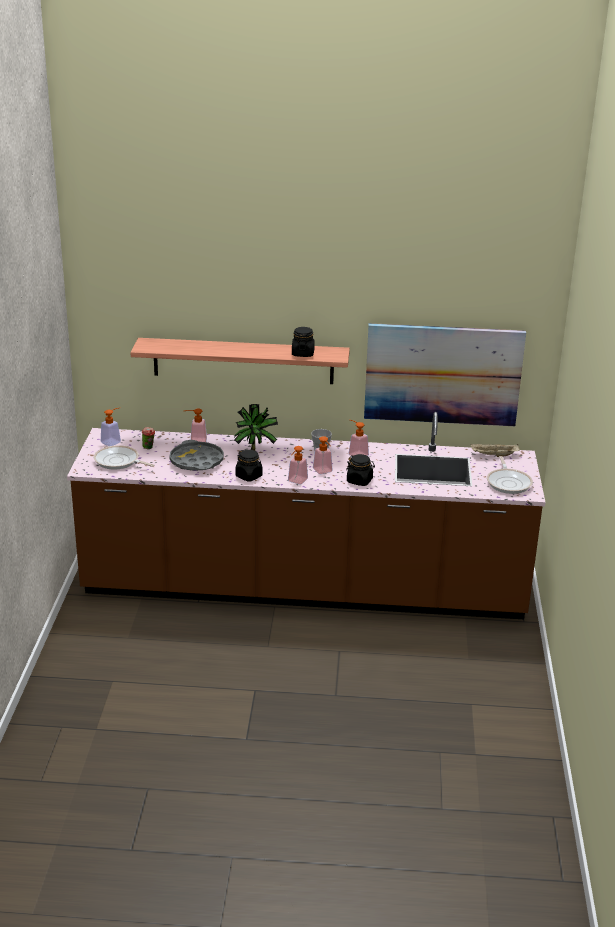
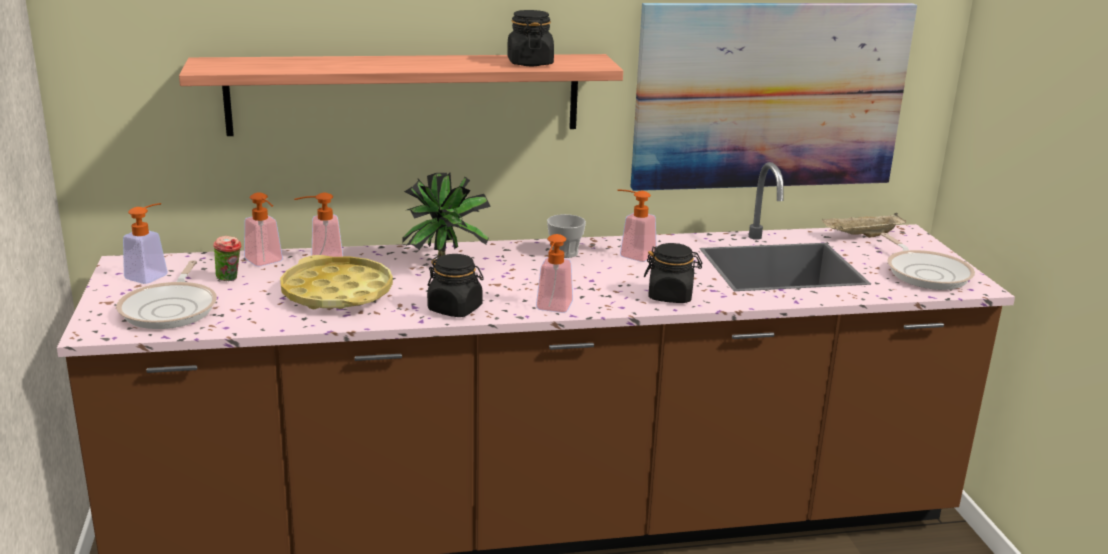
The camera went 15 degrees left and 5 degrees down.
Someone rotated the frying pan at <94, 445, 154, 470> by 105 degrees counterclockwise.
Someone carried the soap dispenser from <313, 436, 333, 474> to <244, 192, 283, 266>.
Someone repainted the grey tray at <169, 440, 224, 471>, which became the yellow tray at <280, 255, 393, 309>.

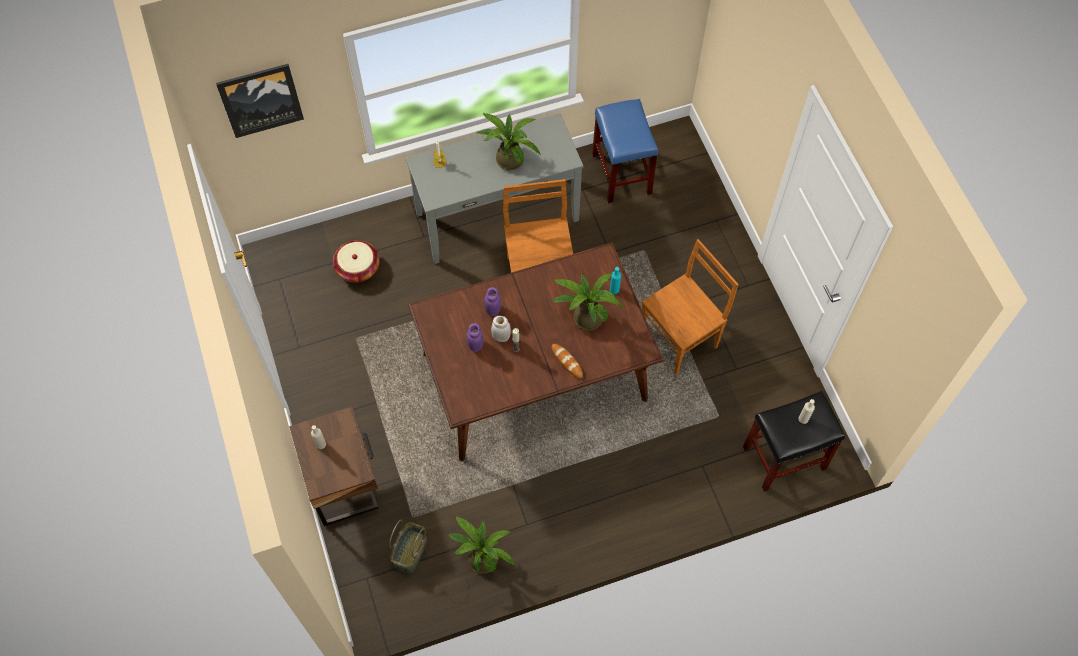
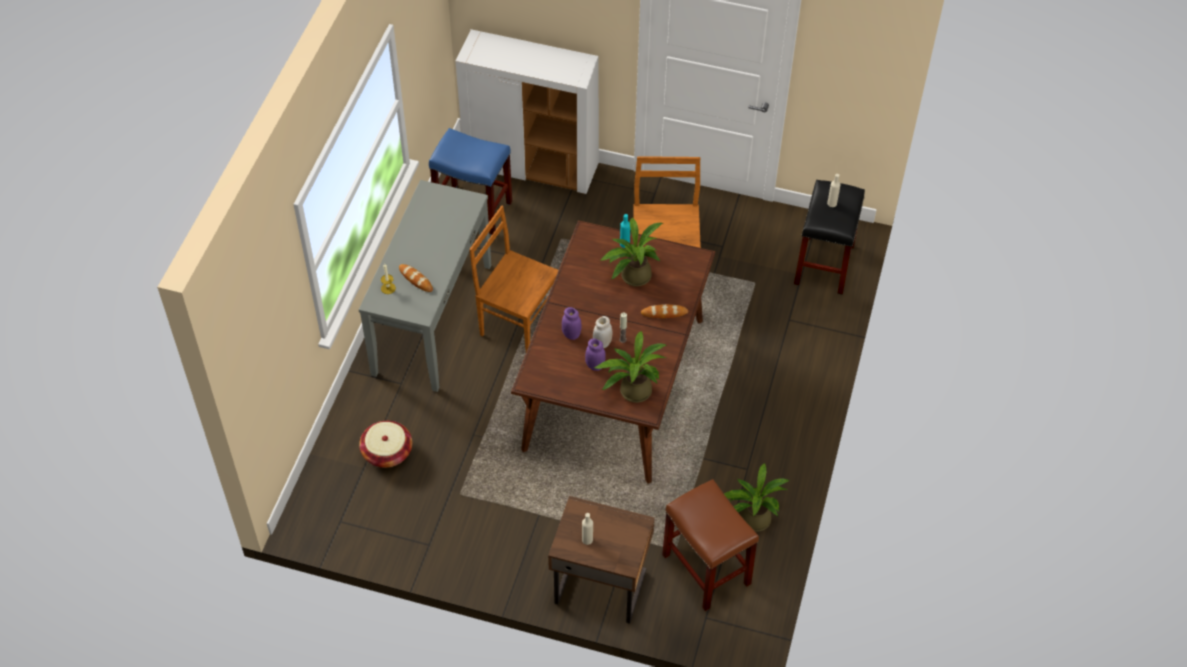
The camera went 55 degrees left and 10 degrees down.
Someone put down the bread at <399, 264, 433, 292>.
Someone put down the white cabinet at <455, 29, 599, 194>.
Someone carried the potted plant from <477, 112, 541, 170> to <593, 331, 667, 403>.
Someone swapped the basket at <389, 520, 427, 574> for the brown stool at <662, 479, 759, 611>.
Someone took away the picture at <216, 64, 304, 138>.

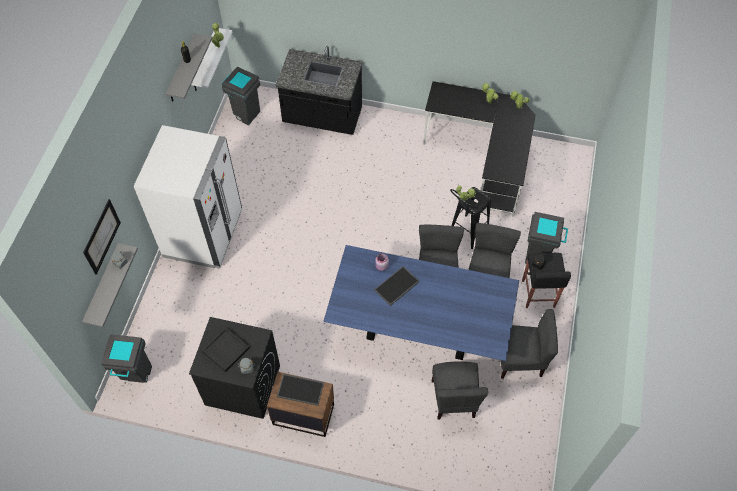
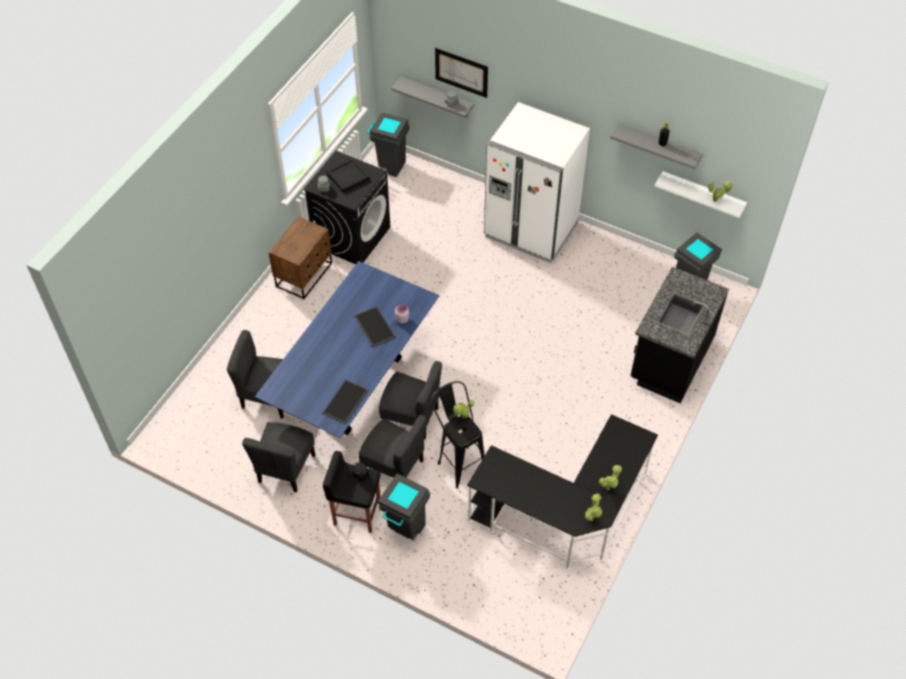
The camera went 105 degrees right and 5 degrees down.
Someone carried the tray from <277, 374, 324, 406> to <322, 379, 368, 424>.

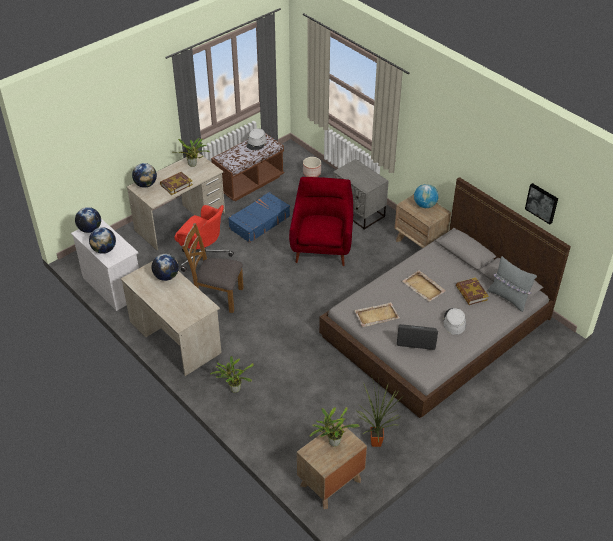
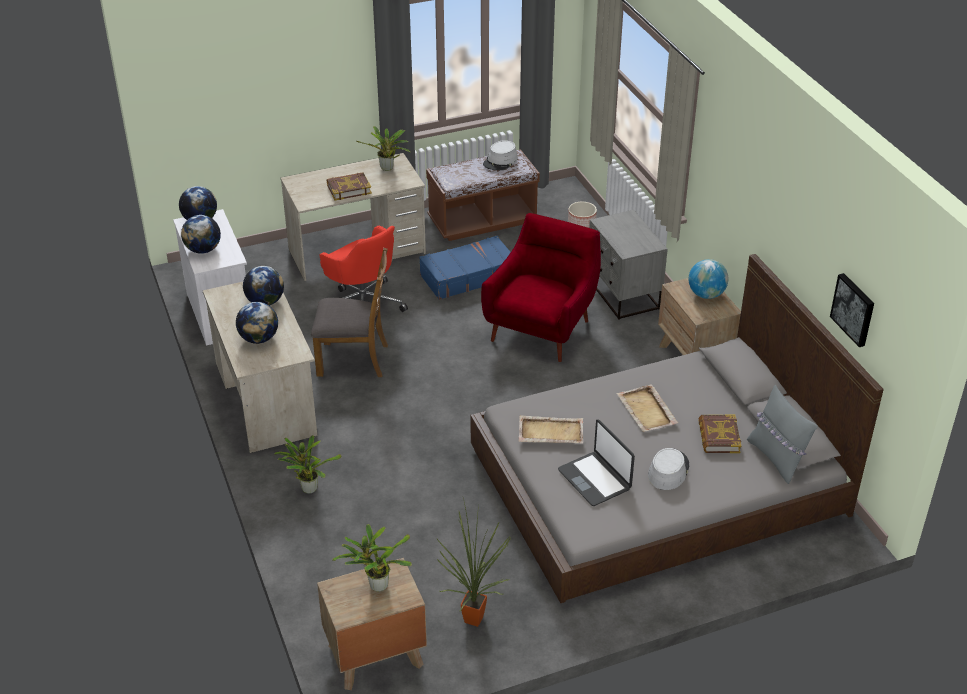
The camera went 20 degrees right and 5 degrees down.
Someone carried the globe from <132, 163, 157, 188> to <236, 302, 278, 344>.
Someone rotated the brown chair at <182, 223, 244, 313> by 150 degrees clockwise.
Someone rotated the laptop at <397, 324, 438, 350> by 150 degrees counterclockwise.

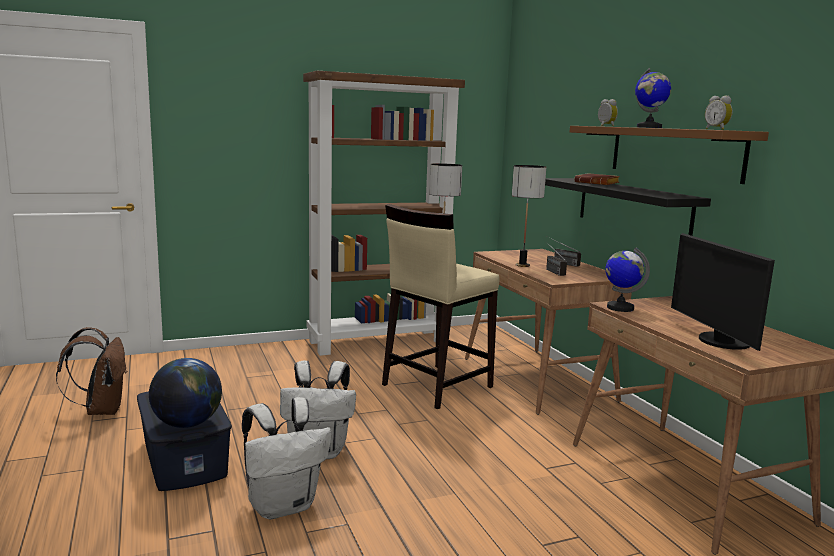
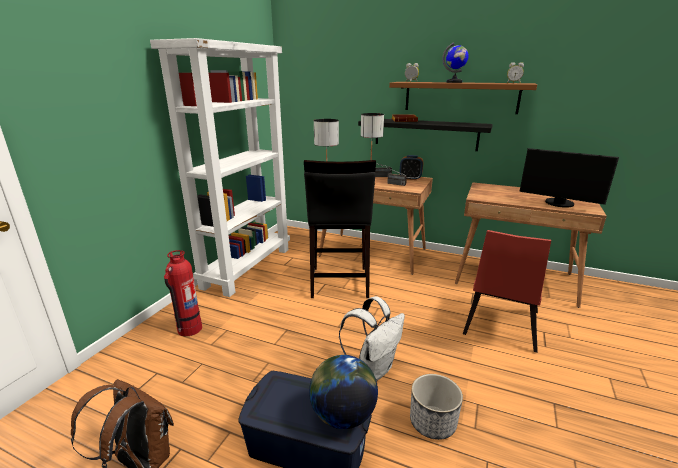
The camera went 45 degrees left and 10 degrees up.
Someone repainted the brown bookcase at <303, 71, 465, 356>, which became the white bookcase at <150, 38, 290, 297>.
Someone put down the fire extinguisher at <164, 250, 202, 336>.
Someone repainted the beige stool at <382, 204, 500, 409>, which became the black stool at <304, 160, 376, 298>.
Someone put down the alarm clock at <400, 155, 423, 180>.
Someone swapped the white backpack at <242, 397, 331, 519> for the planter at <410, 374, 463, 440>.
Someone put down the red chair at <463, 230, 551, 352>.
Someone took away the globe at <605, 248, 650, 312>.

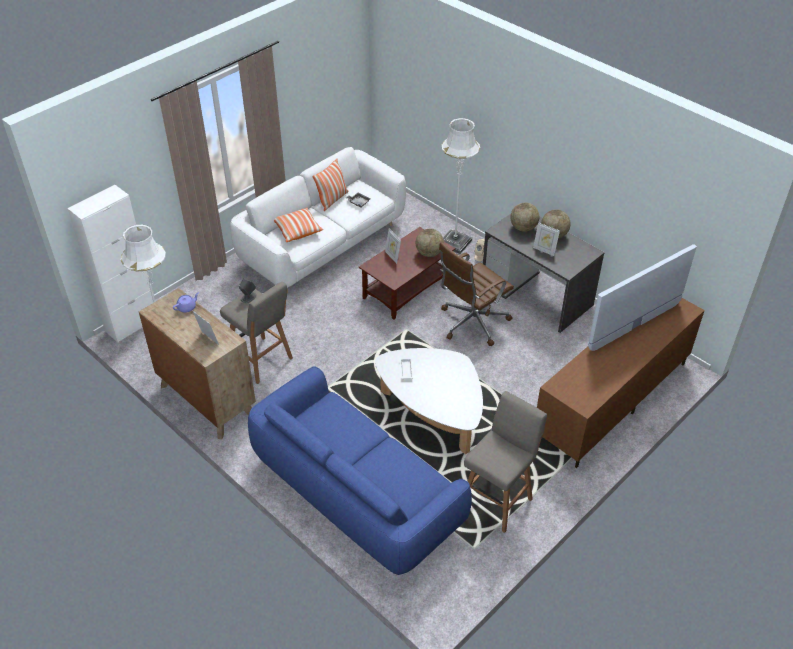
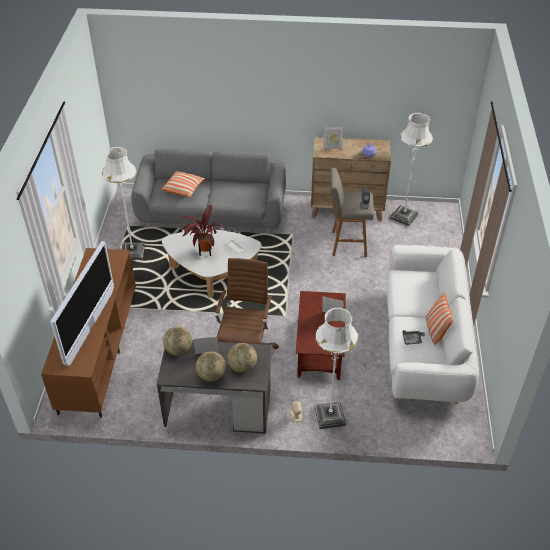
The camera went 140 degrees right and 0 degrees up.
Someone swapped the grey stool at <464, 391, 547, 533> for the white floor lamp at <102, 147, 145, 260>.
Someone repainted the blue sofa at <248, 367, 472, 575>, which became the grey sofa at <131, 149, 286, 233>.
Someone carried the pillow from <274, 208, 323, 242> to <162, 171, 205, 197>.
Someone carried the globe from <416, 229, 444, 257> to <163, 326, 192, 356>.
Someone put down the potted plant at <181, 205, 225, 256>.
Someone took away the white cabinet at <67, 185, 154, 343>.

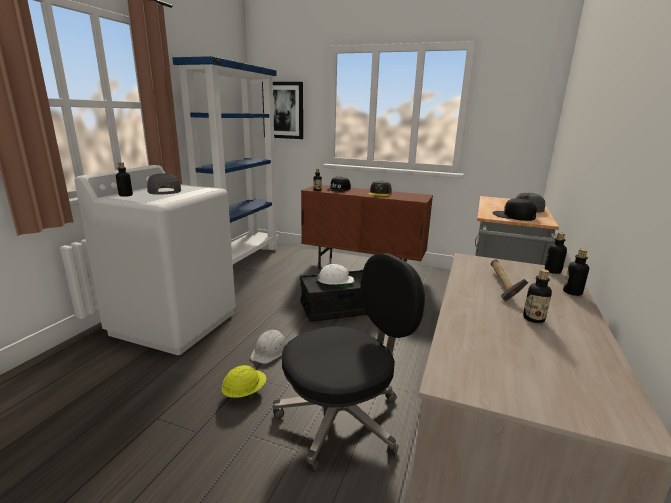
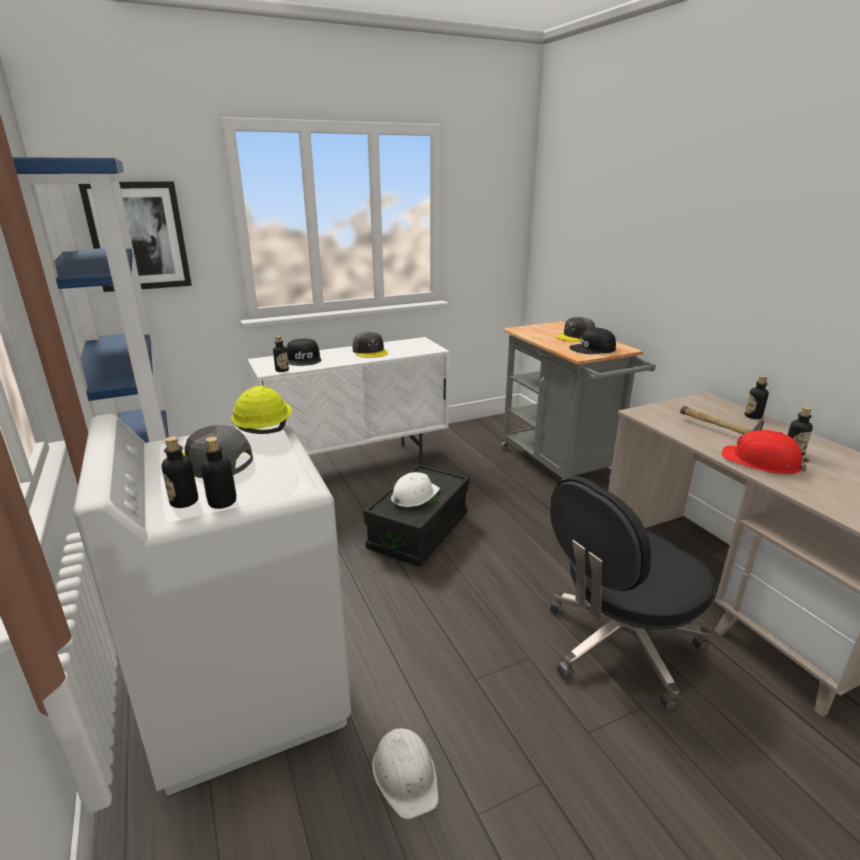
The camera went 45 degrees left and 5 degrees up.
Someone carried the bottle from <545, 232, 567, 274> to <201, 437, 237, 509>.
Someone carried the yellow hard hat from <221, 365, 266, 399> to <231, 386, 292, 434>.
Someone repainted the brown cabinet at <301, 185, 433, 269>, which became the white cabinet at <247, 337, 450, 465>.
Someone carried the white hard hat from <250, 330, 286, 364> to <372, 728, 439, 819>.
Someone rotated the black office chair at <273, 253, 425, 472> by 135 degrees counterclockwise.
Someone put down the red hard hat at <722, 430, 810, 475>.

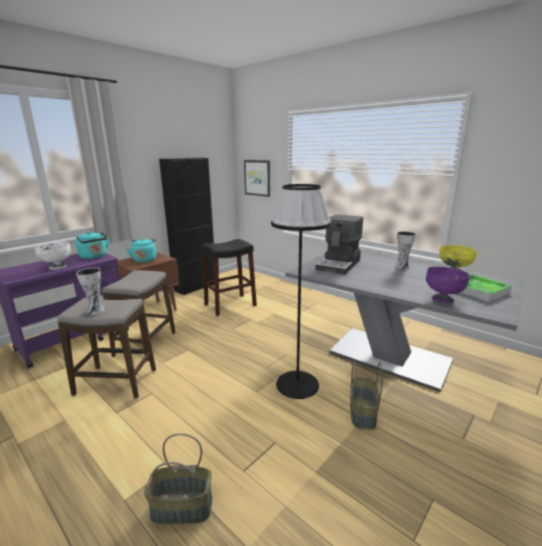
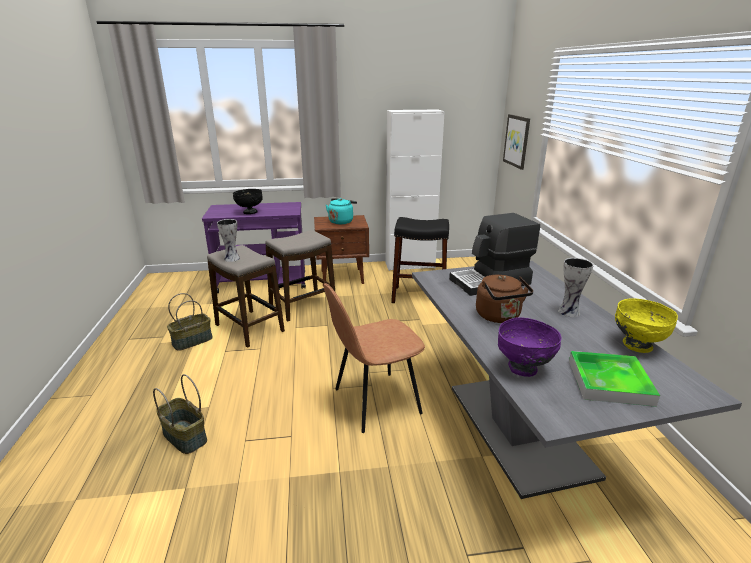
The camera went 40 degrees right and 5 degrees up.
Someone carried the basket from <350, 360, 383, 429> to <167, 293, 213, 351>.
Someone repainted the white bowl at <34, 242, 71, 270>, which became the black bowl at <233, 189, 262, 214>.
Someone swapped the black floor lamp at <271, 184, 331, 399> for the brown chair at <323, 283, 425, 433>.
Someone repainted the black cabinet at <159, 158, 214, 295>, which became the white cabinet at <386, 109, 445, 271>.
Someone put down the brown kettle at <476, 275, 533, 323>.
Someone took away the turquoise kettle at <76, 232, 109, 259>.

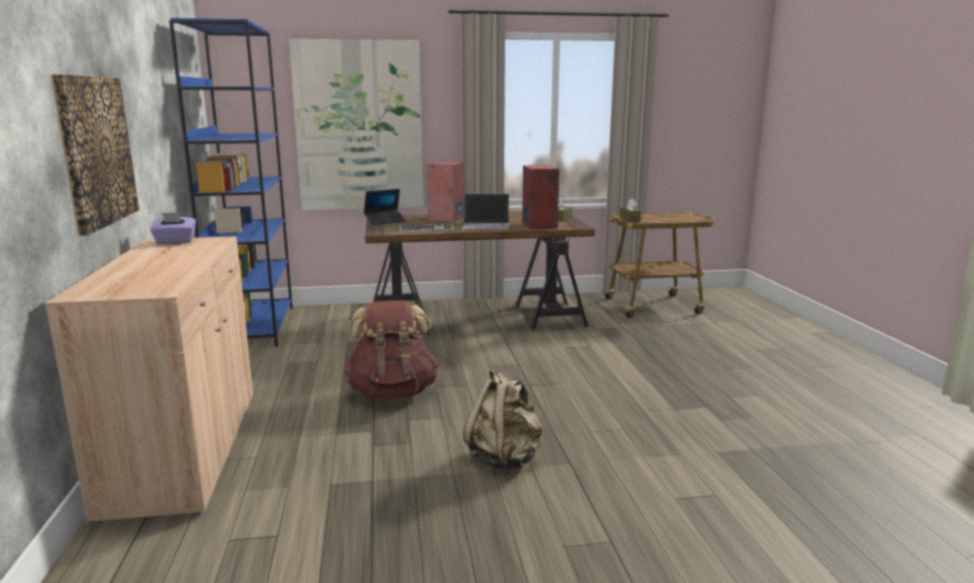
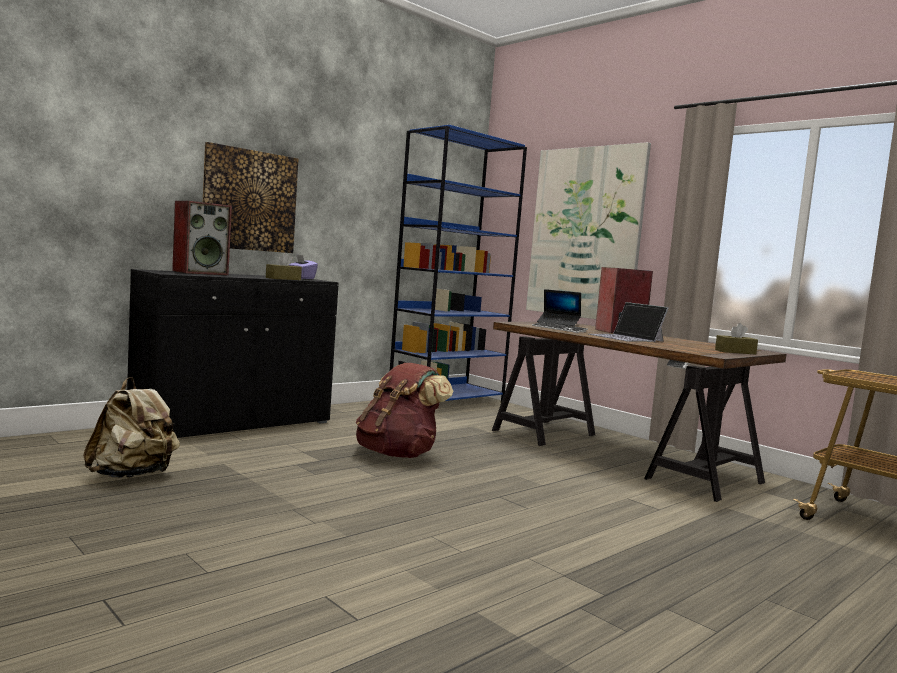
The camera went 55 degrees right and 10 degrees down.
Someone carried the beige backpack from <463, 369, 542, 470> to <83, 377, 180, 478>.
Someone repainted the beige cabinet at <45, 236, 253, 525>, which became the black cabinet at <127, 269, 339, 438>.
Someone carried the speaker from <522, 165, 559, 230> to <172, 201, 232, 275>.
Someone carried the brown tissue box from <620, 199, 641, 222> to <266, 252, 302, 280>.

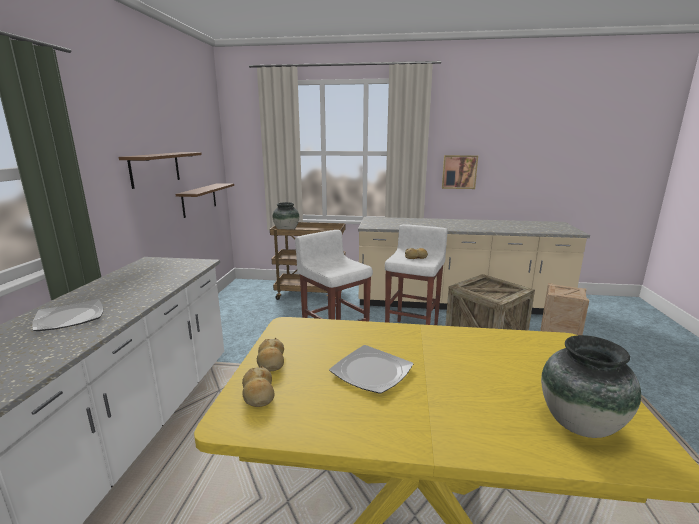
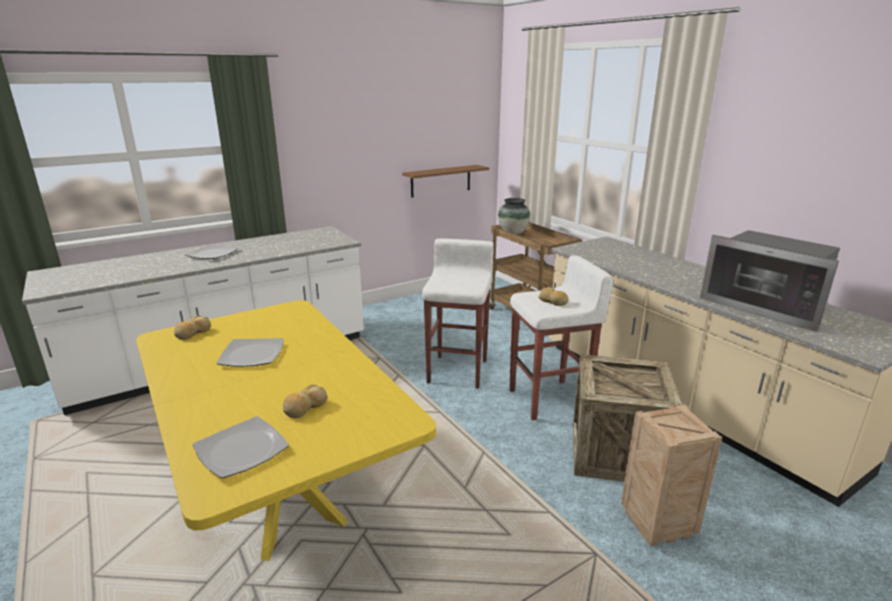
The camera went 50 degrees right and 5 degrees up.
Someone swapped the vase at <541, 335, 641, 438> for the plate at <193, 416, 289, 478>.
Someone carried the bread from <257, 338, 284, 371> to <283, 384, 327, 418>.
Someone put down the microwave at <700, 230, 840, 332>.
Someone took away the brown shelf at <119, 152, 202, 189>.
Someone took away the picture at <442, 155, 478, 189>.

